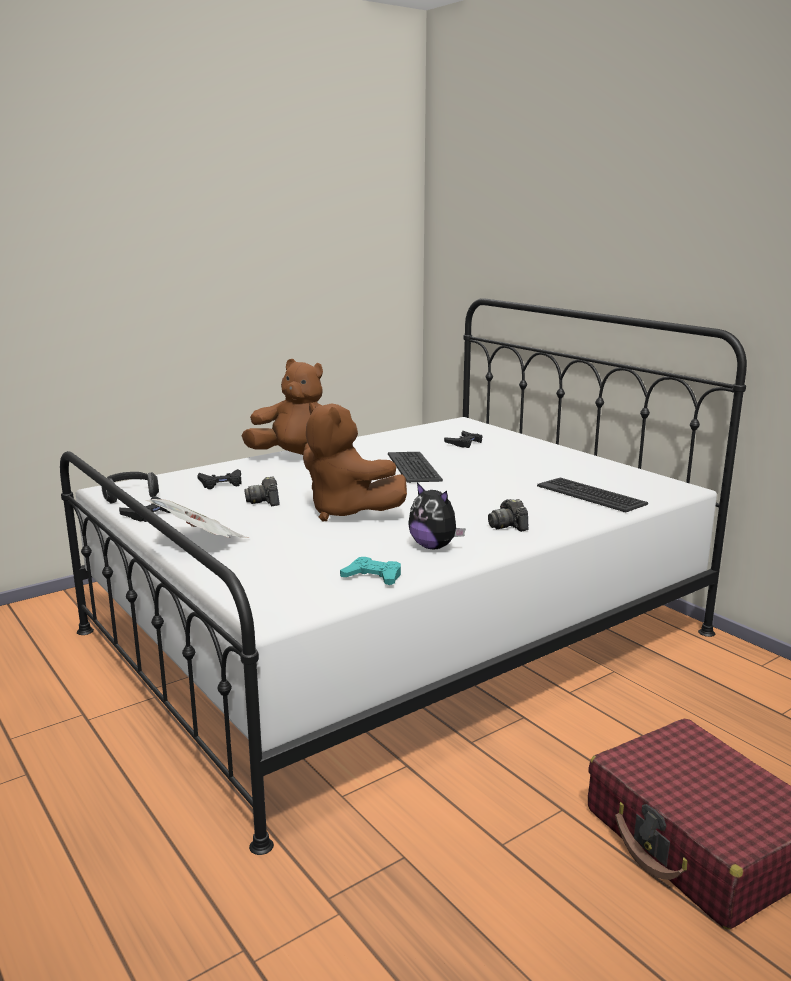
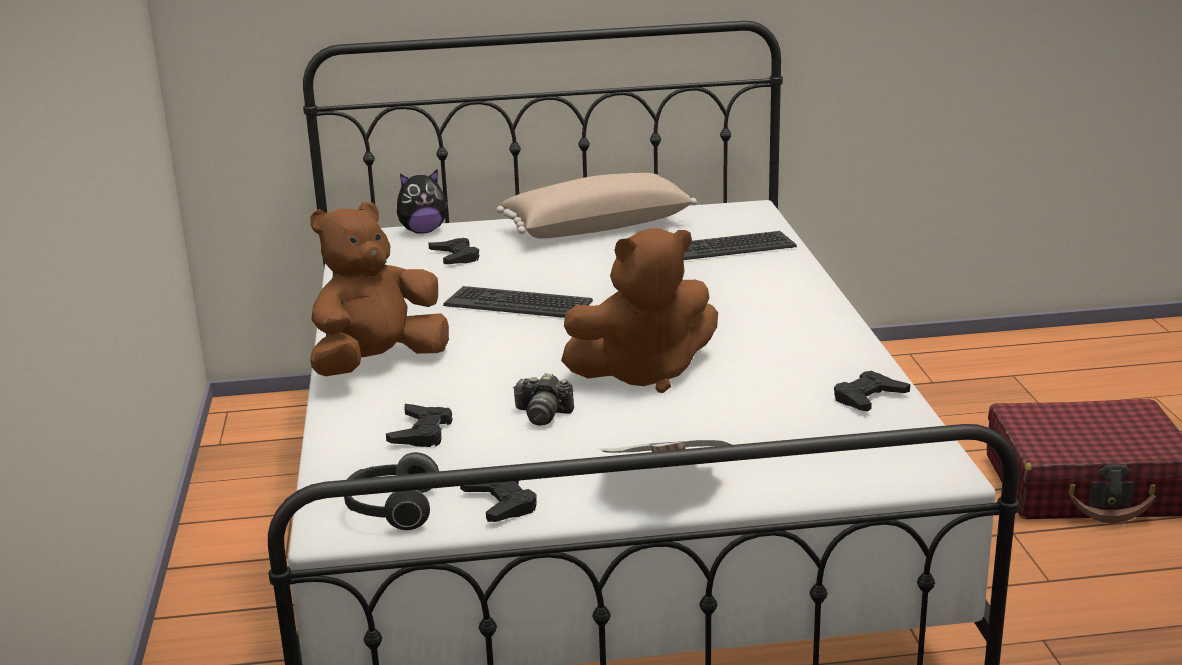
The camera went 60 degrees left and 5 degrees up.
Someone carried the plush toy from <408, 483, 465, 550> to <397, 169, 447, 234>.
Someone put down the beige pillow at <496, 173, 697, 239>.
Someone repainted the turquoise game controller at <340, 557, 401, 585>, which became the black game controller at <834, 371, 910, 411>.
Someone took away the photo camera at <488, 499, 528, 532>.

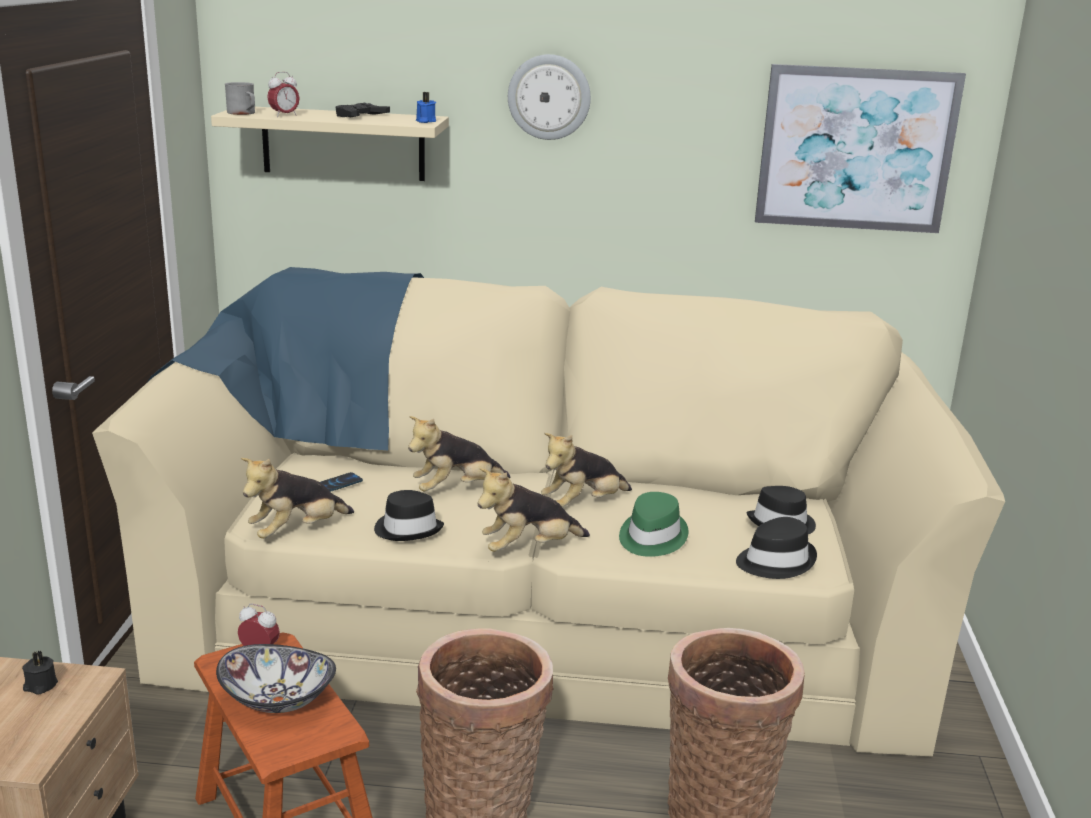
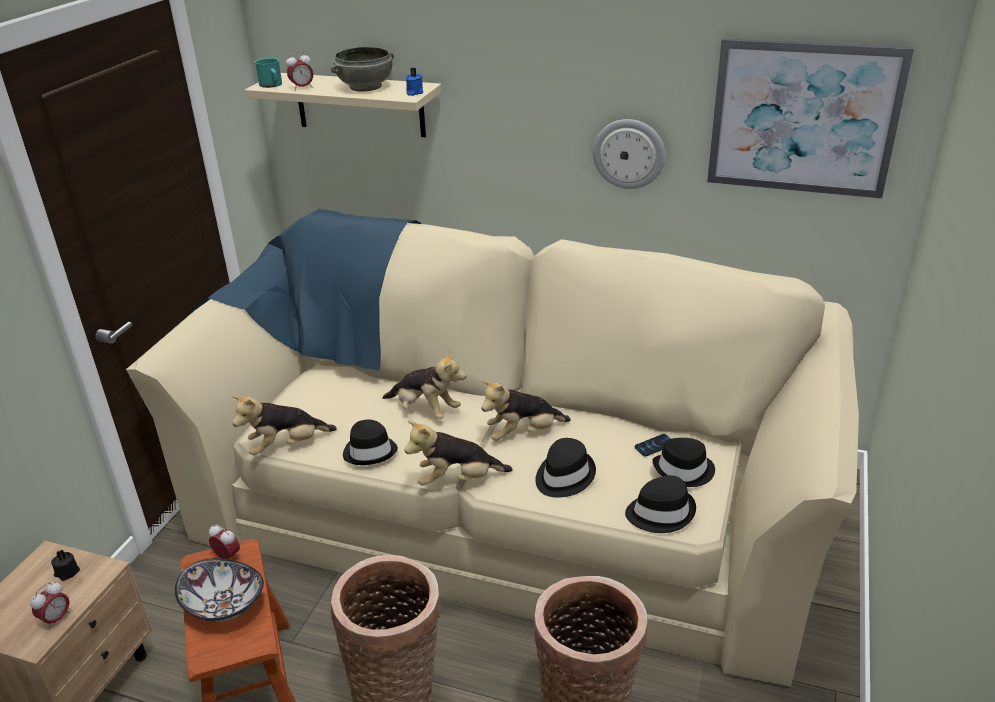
The camera went 15 degrees right and 10 degrees up.
Someone put down the alarm clock at <30, 581, 70, 629>.
Someone repainted the grey mug at <225, 82, 255, 115>, which became the turquoise mug at <255, 58, 282, 88>.
Someone swapped the black game controller at <336, 103, 390, 117> for the grey bowl at <331, 47, 394, 91>.
Someone rotated the plush toy at <408, 416, 510, 492> by 135 degrees counterclockwise.
Someone repainted the green hat at <619, 492, 689, 557>, which became the black hat at <535, 438, 596, 498>.
Someone carried the wall clock from <508, 54, 591, 140> to <593, 119, 665, 189>.
Someone carried the phone from <320, 472, 363, 492> to <635, 434, 671, 456>.

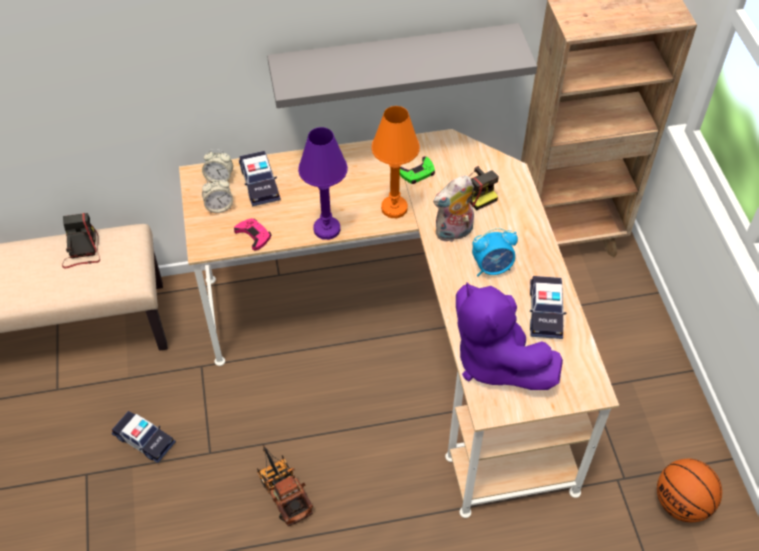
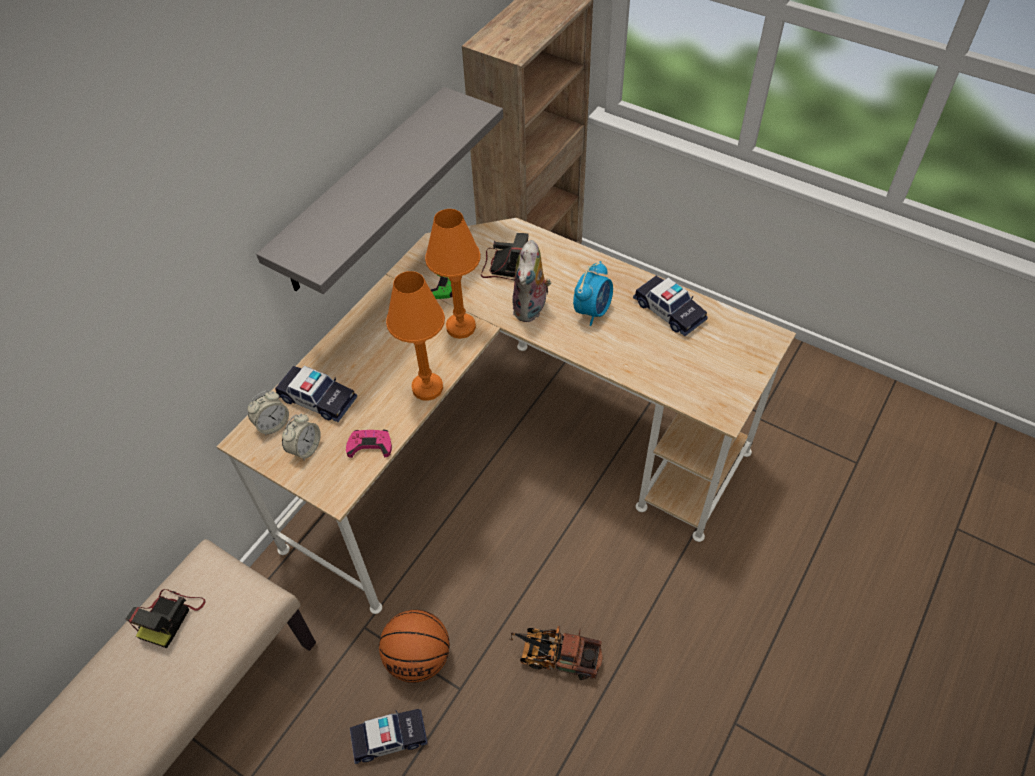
The camera went 45 degrees left and 0 degrees up.
Someone rotated the photo camera at <62, 213, 100, 268> by 105 degrees counterclockwise.
Someone carried the basketball from <657, 459, 722, 522> to <379, 610, 450, 683>.
Someone repainted the purple table lamp at <298, 127, 348, 240>, which became the orange table lamp at <386, 271, 445, 401>.
Someone took away the purple plush toy at <456, 283, 563, 390>.

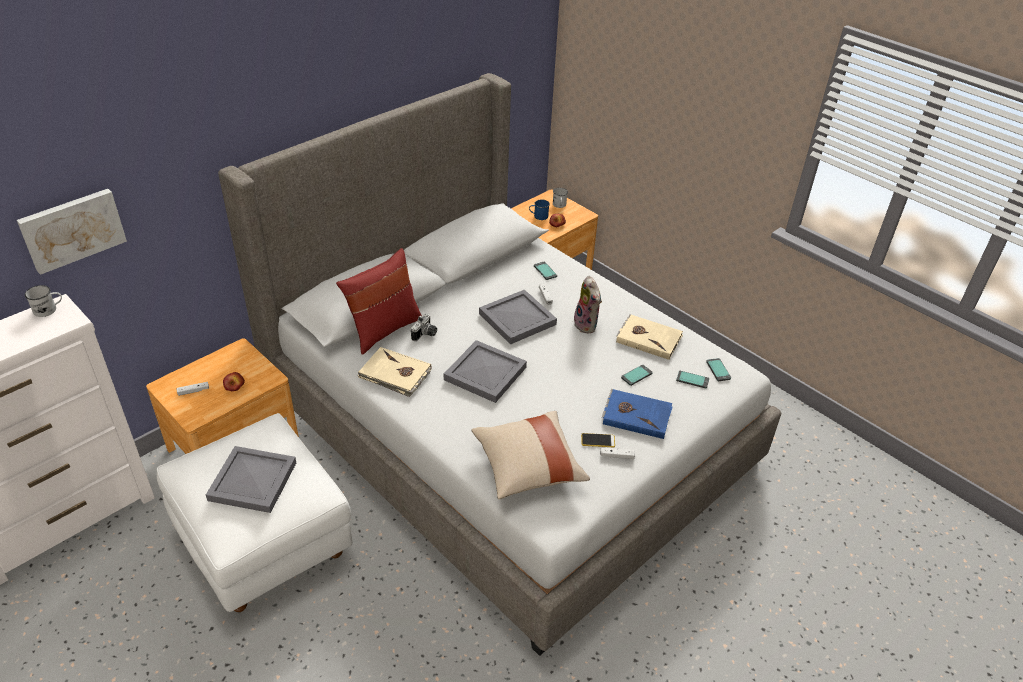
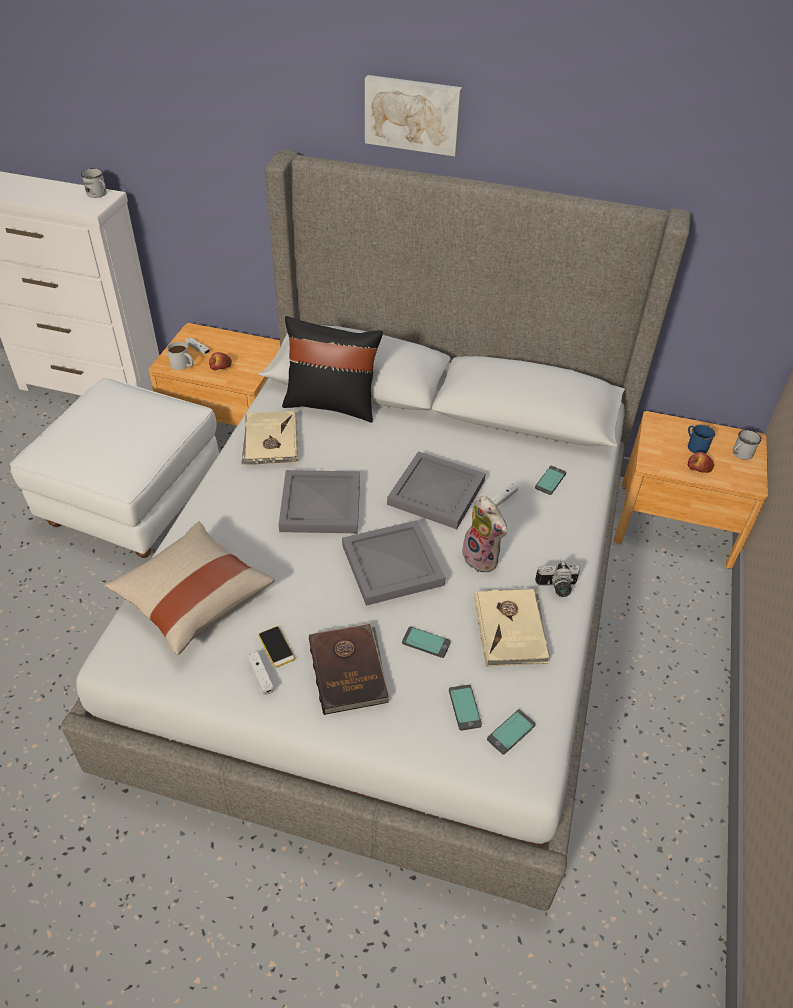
The camera went 60 degrees right and 5 degrees up.
Someone put down the white mug at <167, 342, 193, 370>.
Someone repainted the red pillow at <336, 248, 422, 355>, which became the black pillow at <282, 316, 383, 423>.
Someone repainted the blue book at <602, 389, 673, 439>, which became the brown book at <309, 623, 390, 715>.
Someone carried the grey tray from <206, 446, 296, 513> to <342, 520, 445, 606>.
Someone carried the picture from <17, 189, 127, 275> to <365, 75, 462, 156>.
Someone rotated the plush toy at <574, 276, 602, 334> by 75 degrees counterclockwise.
Someone carried the photo camera from <411, 313, 437, 341> to <535, 561, 580, 597>.

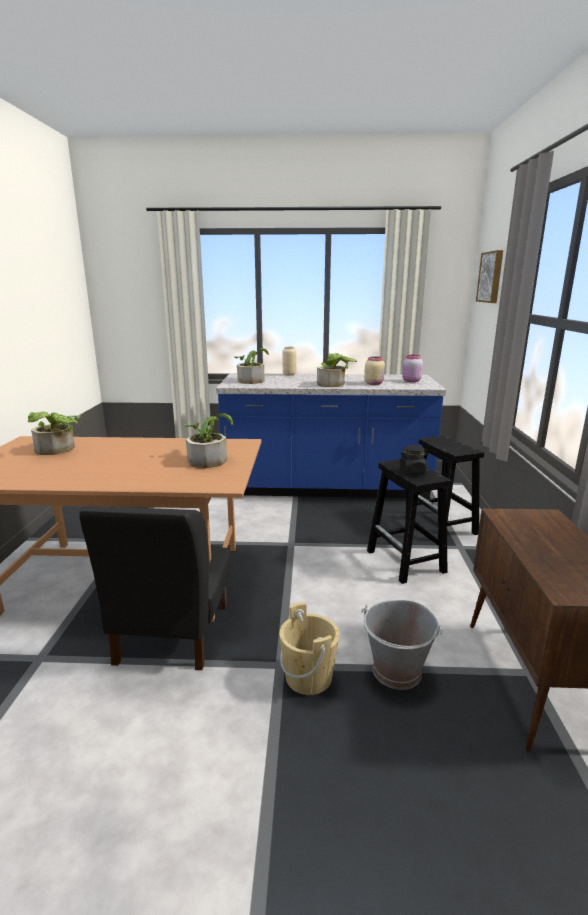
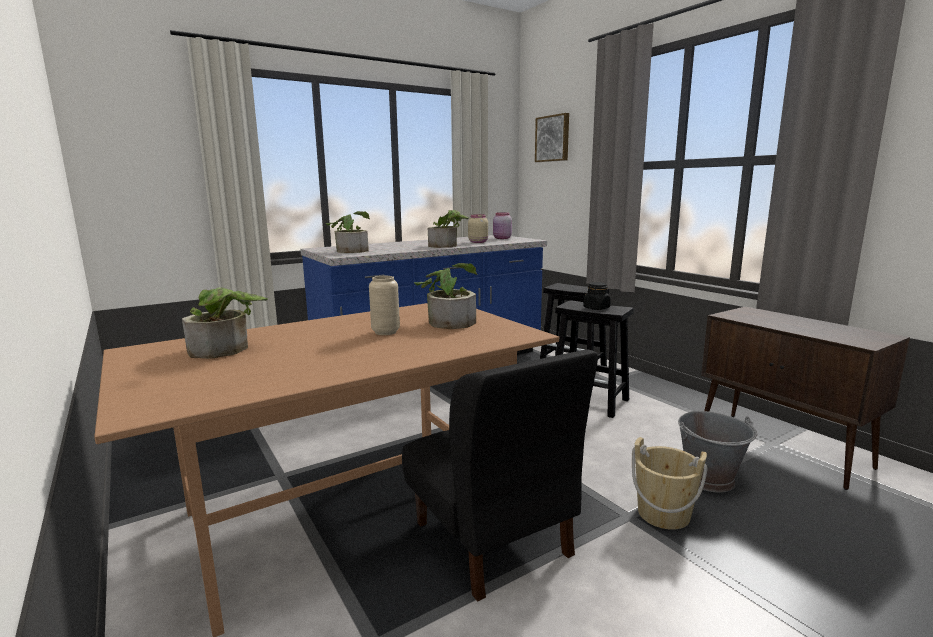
The camera went 35 degrees left and 5 degrees down.
Someone carried the beige vase from <283, 346, 297, 376> to <369, 276, 400, 335>.

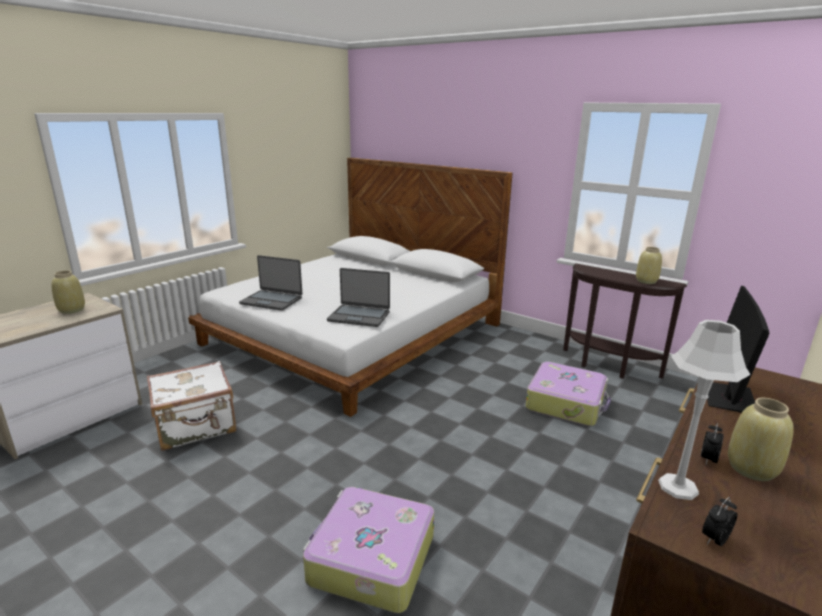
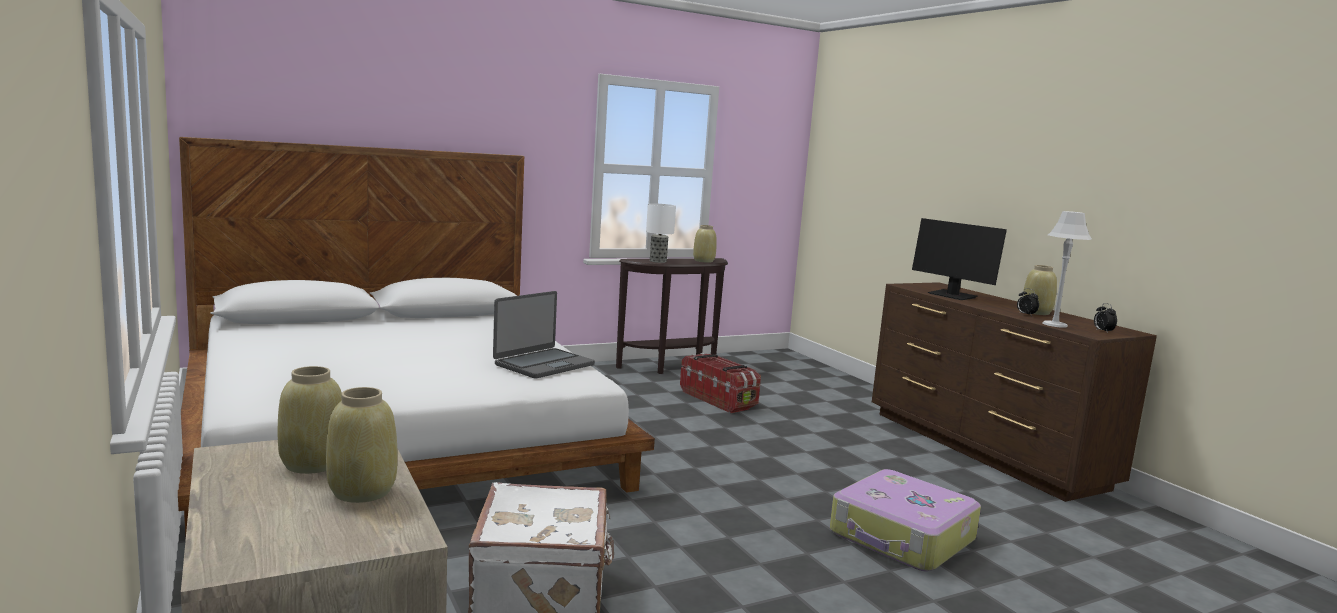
The camera went 65 degrees left and 10 degrees down.
Someone put down the beige vase at <326, 387, 398, 503>.
Someone put down the table lamp at <646, 203, 676, 263>.
Someone swapped the suitcase at <526, 362, 611, 426> for the storage box at <680, 353, 761, 413>.
Someone took away the laptop at <239, 255, 303, 311>.

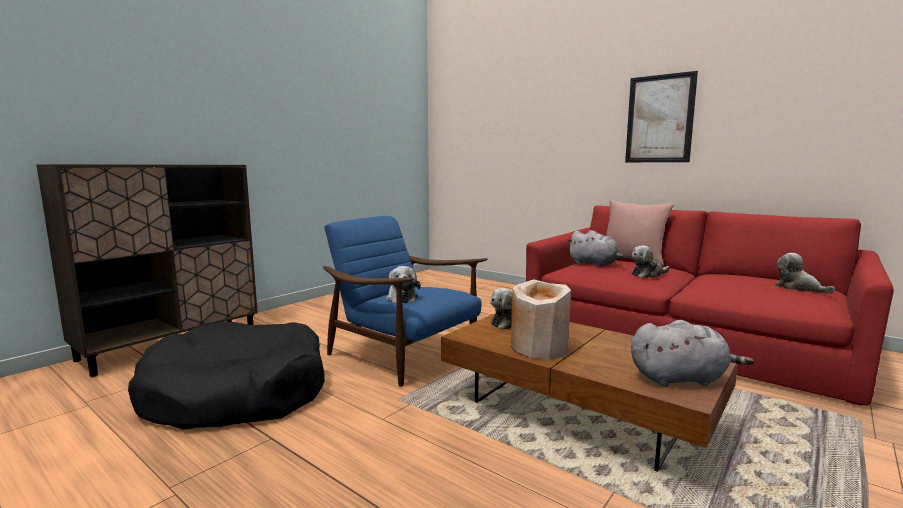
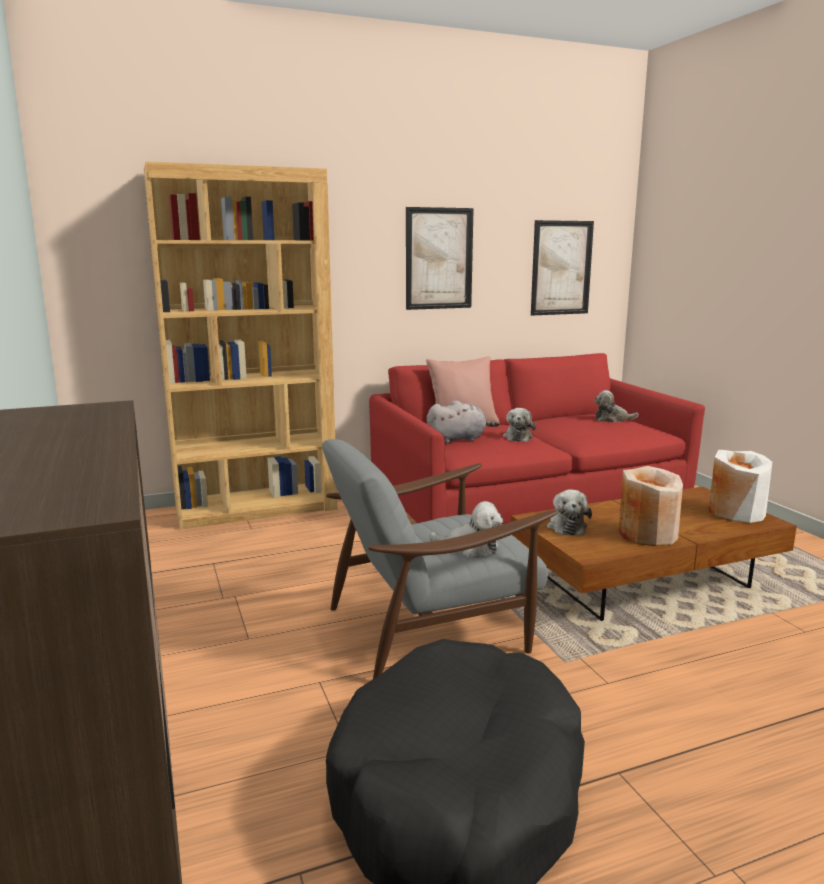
The camera went 60 degrees left and 5 degrees up.
Someone put down the brown bookcase at <144, 161, 337, 530>.
Someone repainted the blue armchair at <323, 216, 488, 387>, which became the grey armchair at <322, 439, 558, 679>.
Someone put up the picture at <531, 220, 594, 315>.
Someone swapped the grey plush toy at <631, 320, 754, 387> for the white vase at <709, 450, 772, 523>.

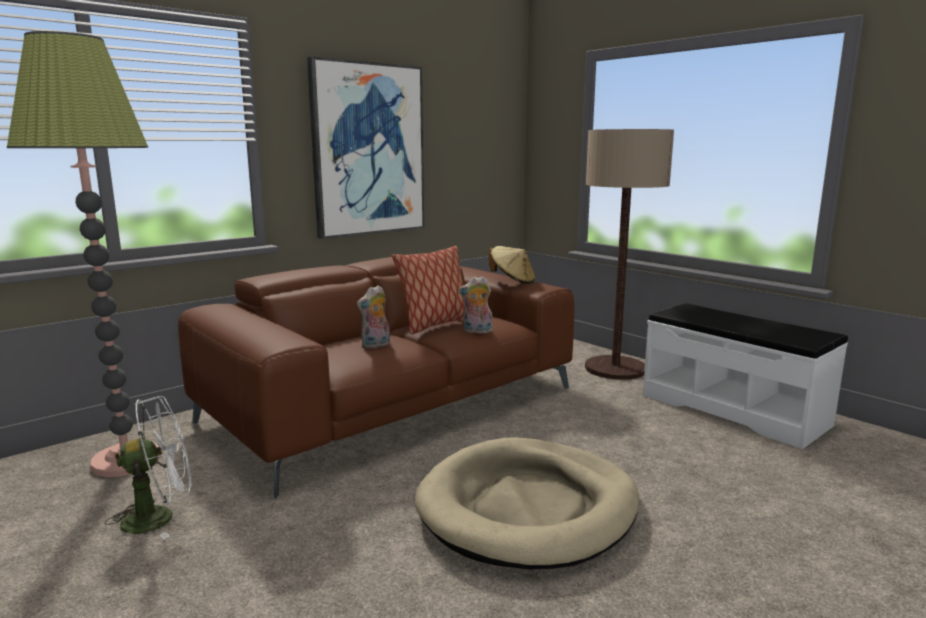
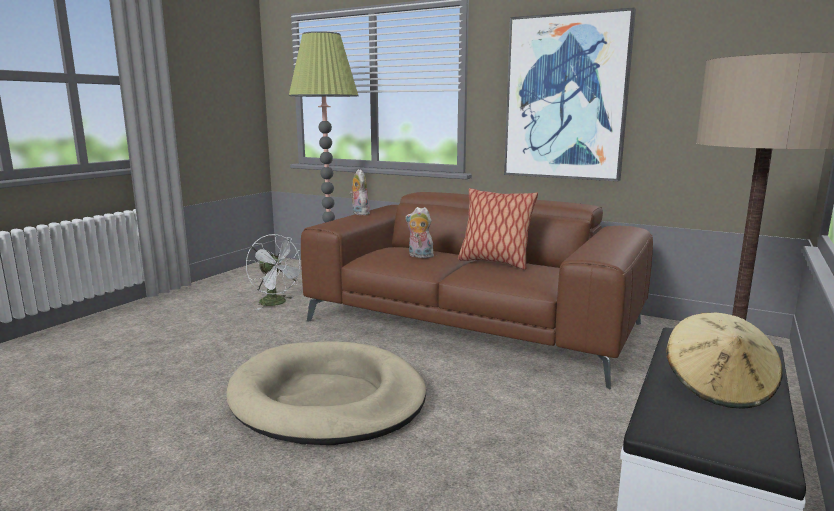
The camera went 70 degrees right and 0 degrees up.
Someone carried the plush toy from <459, 276, 492, 333> to <349, 169, 370, 215>.
Someone carried the beige hat from <489, 246, 535, 284> to <666, 312, 783, 409>.

